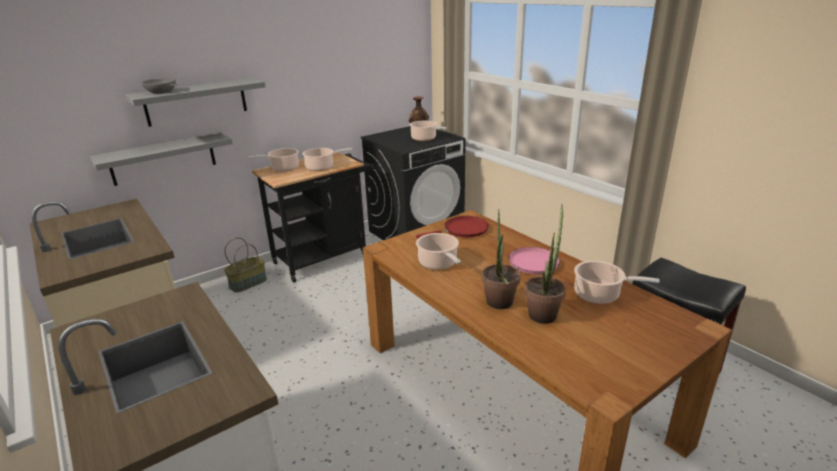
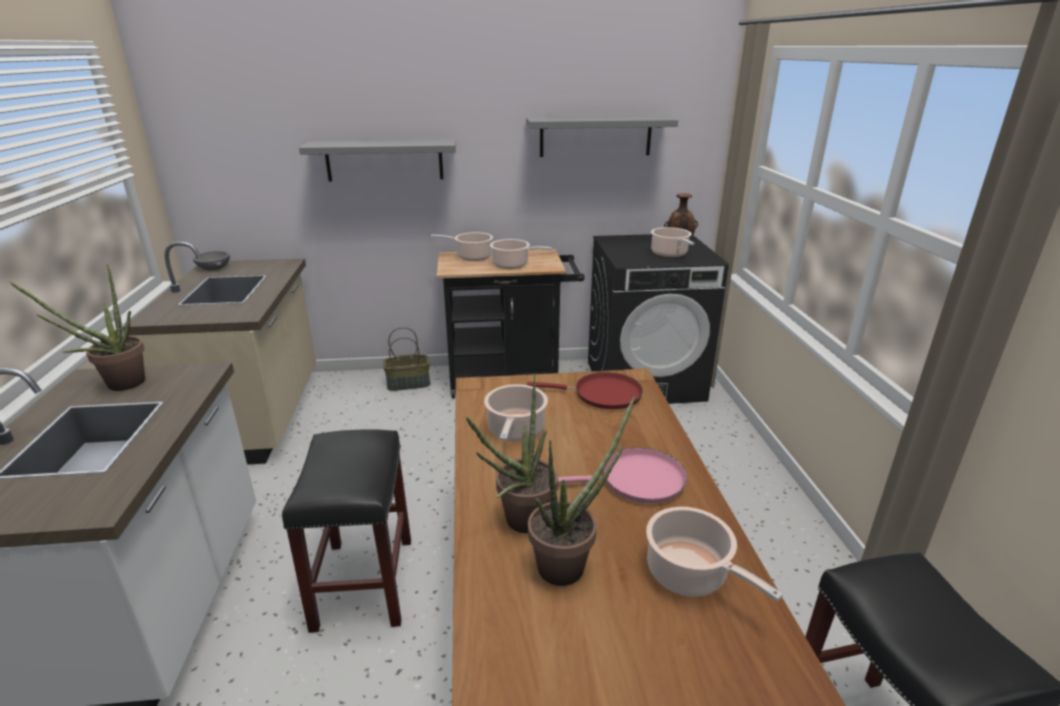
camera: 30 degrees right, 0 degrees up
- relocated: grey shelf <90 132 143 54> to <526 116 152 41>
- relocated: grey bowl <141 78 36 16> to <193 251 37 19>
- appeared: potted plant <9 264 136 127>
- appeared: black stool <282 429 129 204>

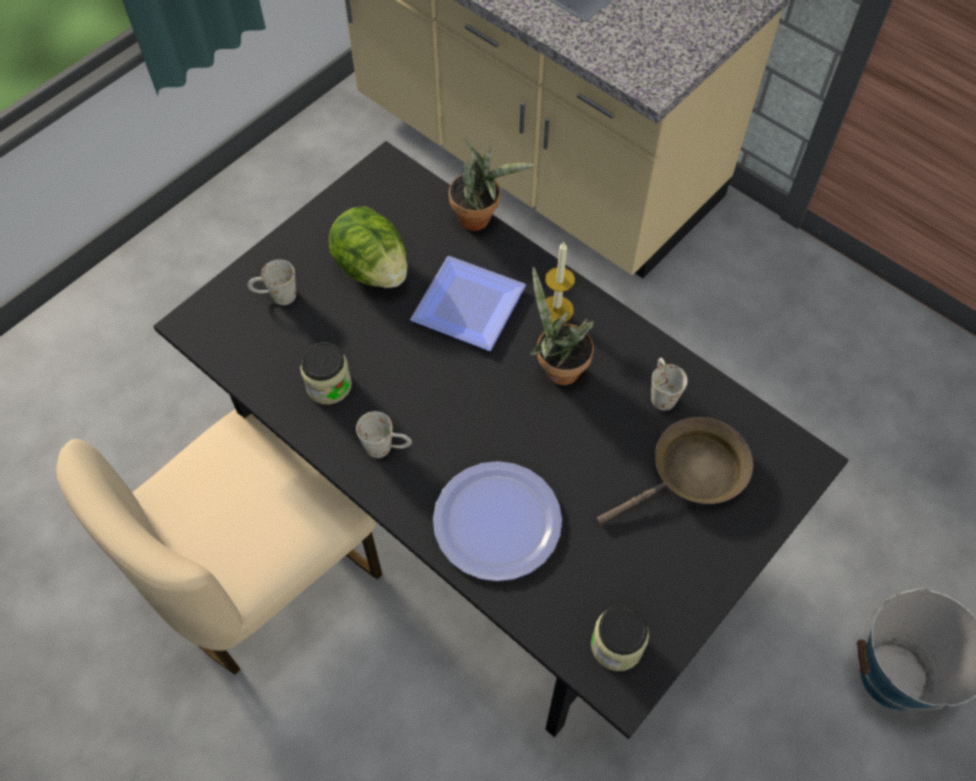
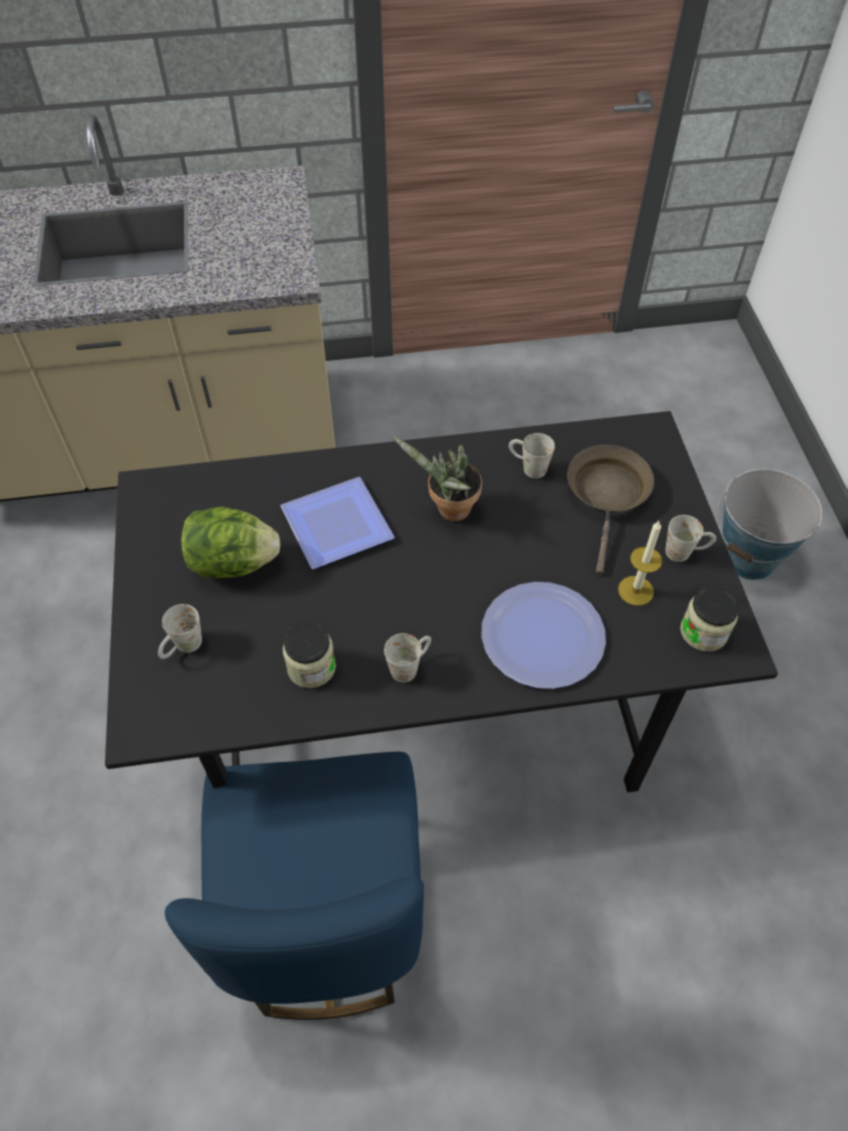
camera: 50 degrees left, 5 degrees down
- colour: beige chair <56 409 326 266> to blue chair <165 752 259 268>
- missing: potted plant <449 138 86 93>
- relocated: candle <545 242 30 81> to <618 521 44 85>
- appeared: white mug <665 515 51 47>

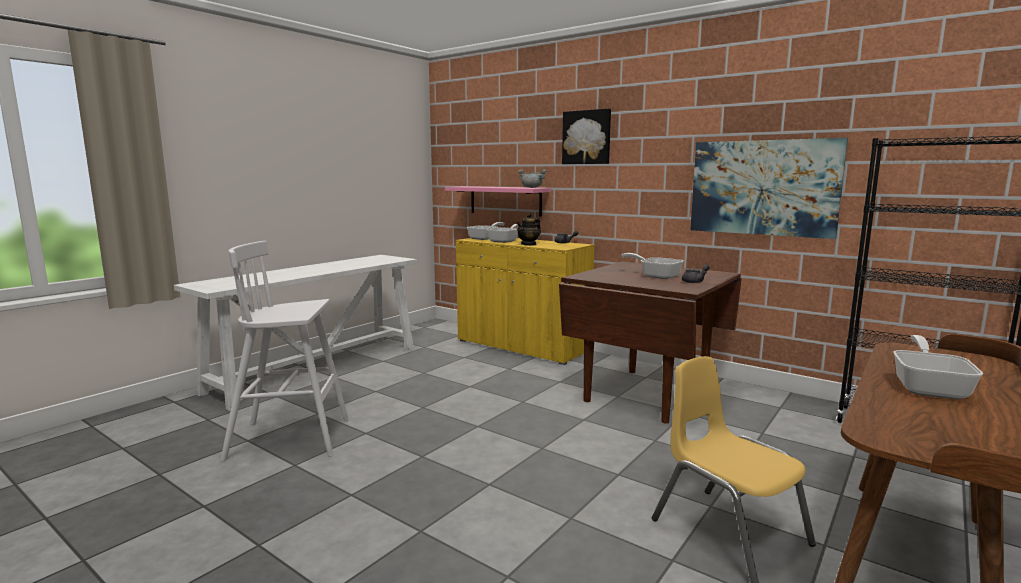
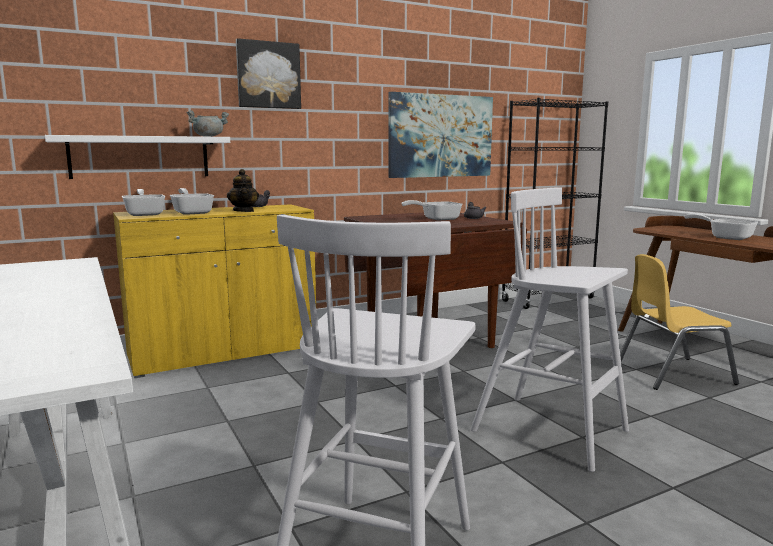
camera: 65 degrees left, 0 degrees up
- colour: pink shelf <445 186 106 30> to white shelf <45 135 185 44>
- appeared: white stool <470 187 159 285>

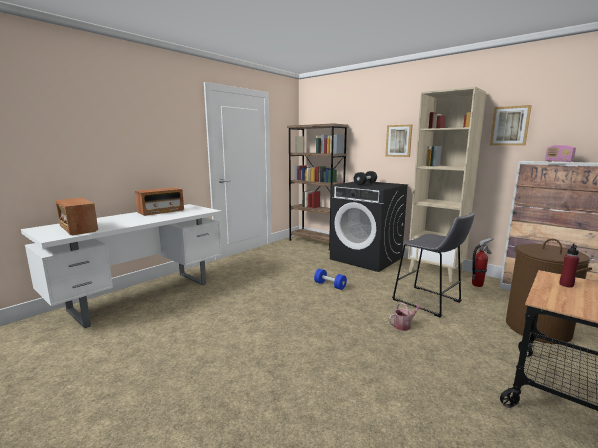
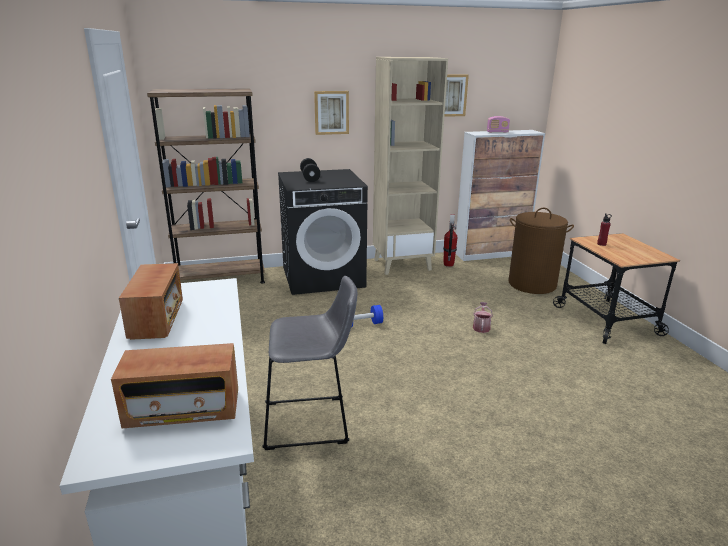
camera: 55 degrees left, 10 degrees up
- relocated: grey stool <392 212 83 105> to <262 276 96 174>

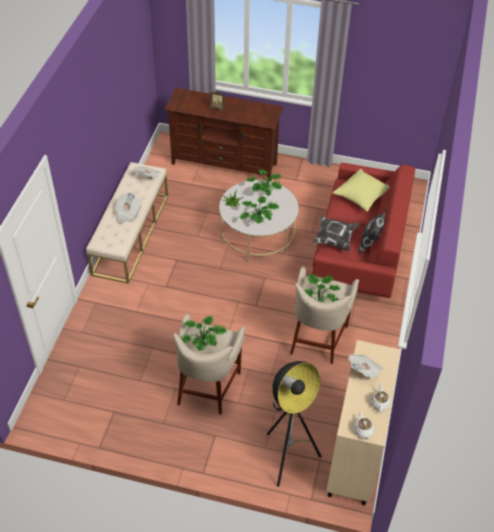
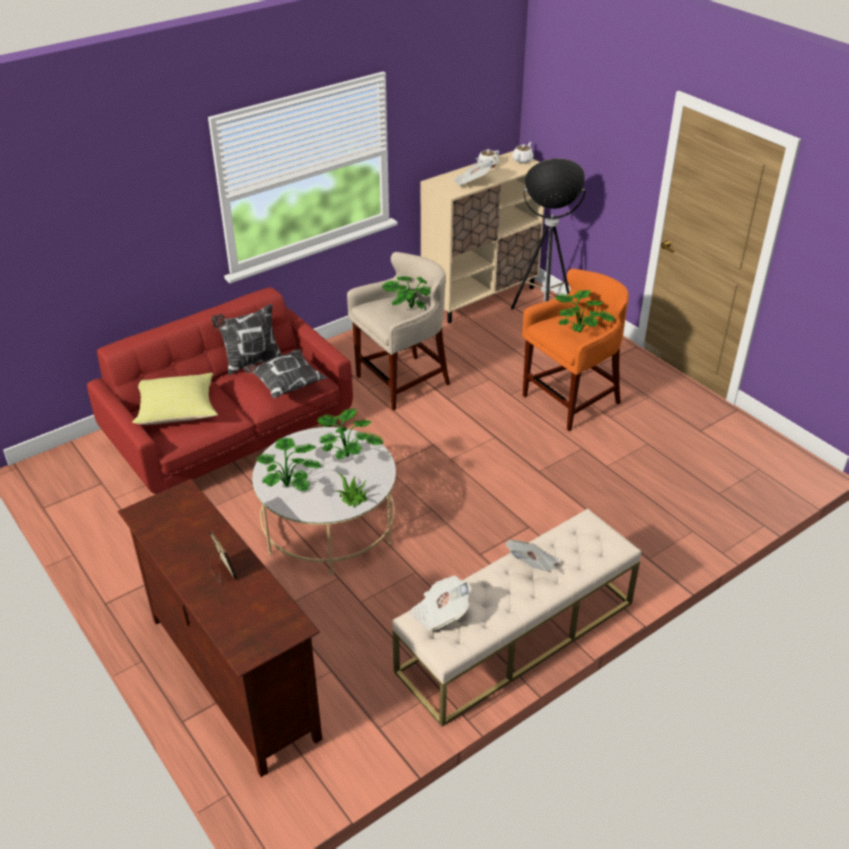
camera: 140 degrees left, 10 degrees down
- colour: beige stool <173 314 72 101> to orange stool <522 269 107 162>

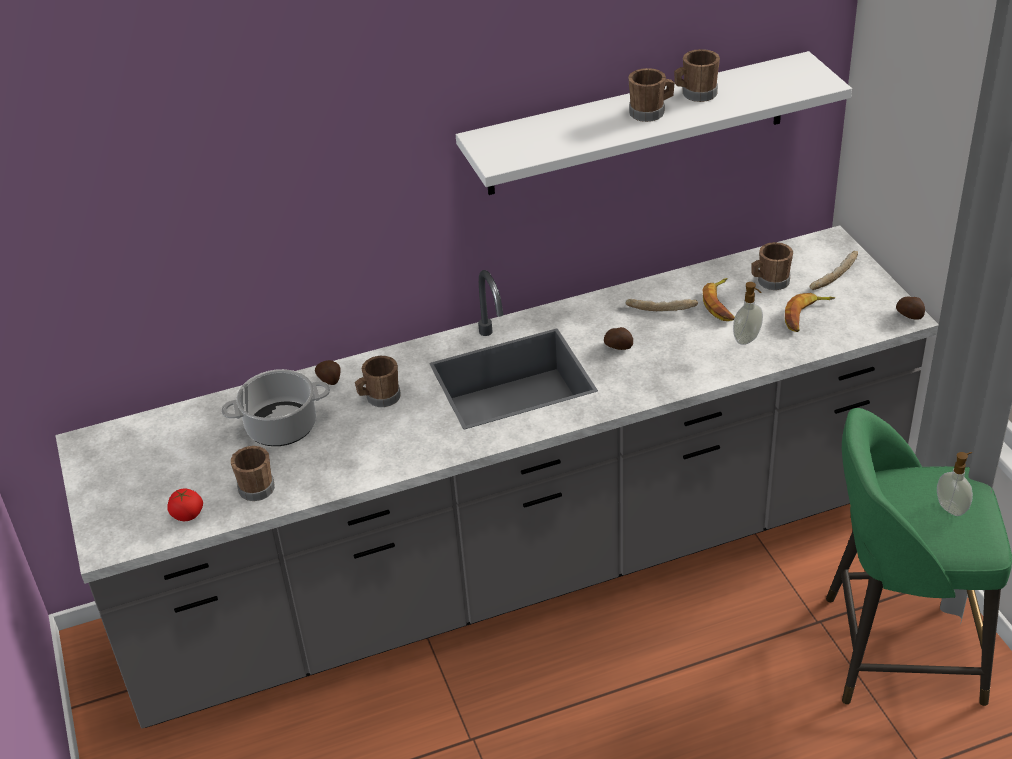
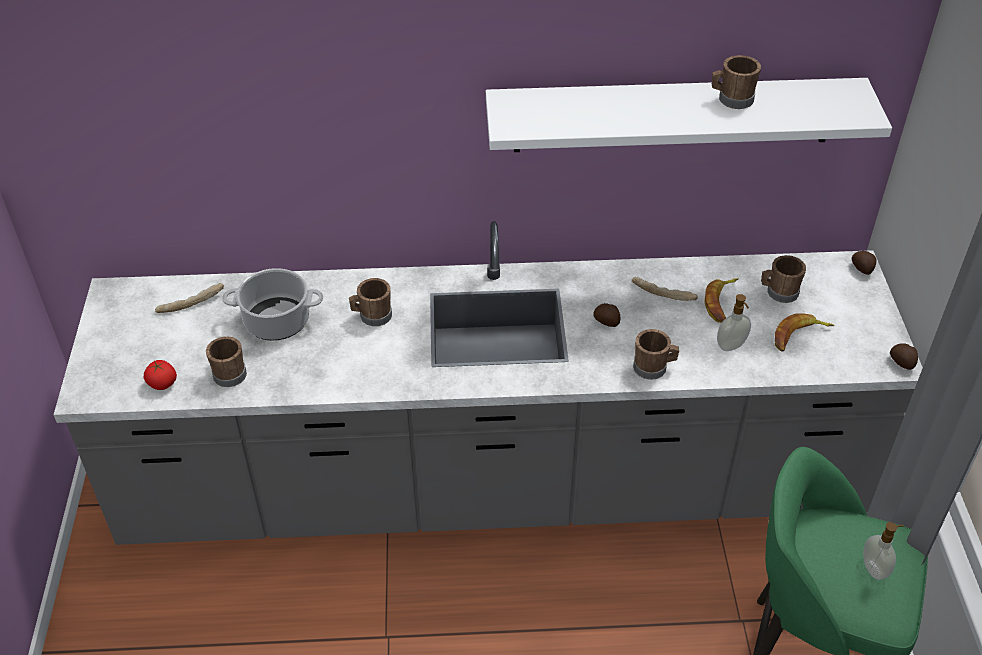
camera: 15 degrees right, 5 degrees up
- relocated: potato <315 360 26 25> to <852 251 25 24>
- relocated: brown mug <628 68 47 54> to <633 329 46 51>
- relocated: bread <809 251 49 39> to <155 283 69 30>

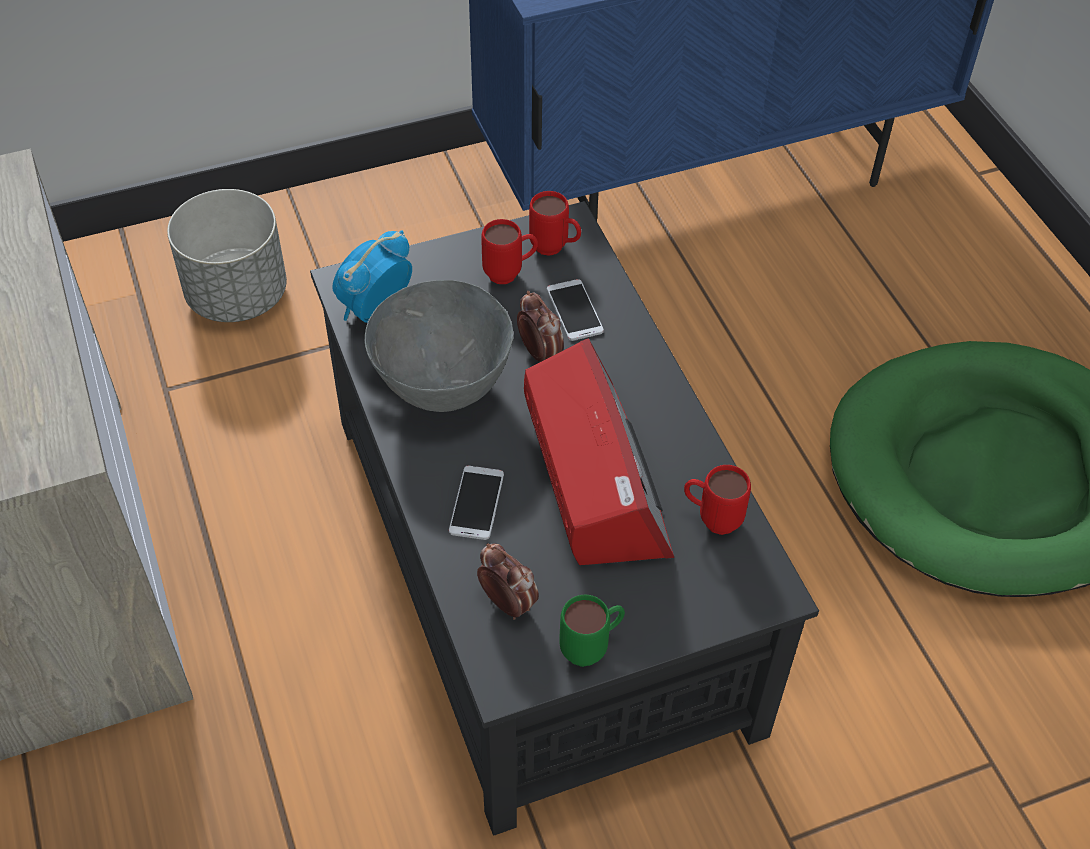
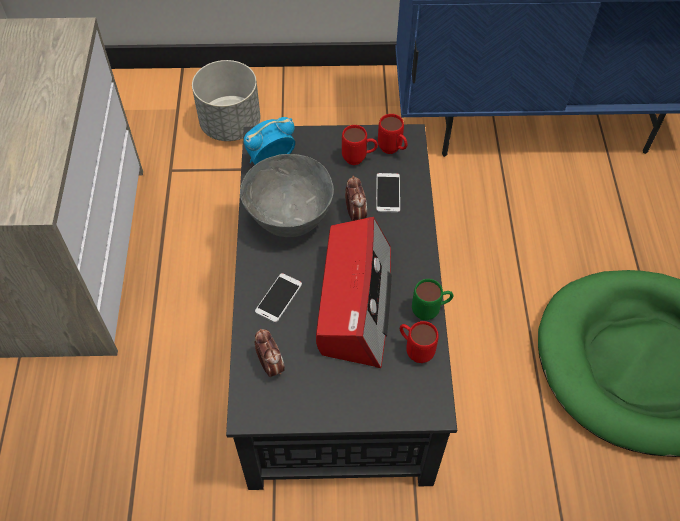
camera: 20 degrees right, 5 degrees up
- relocated: green mug <559 595 66 72> to <412 279 41 42>

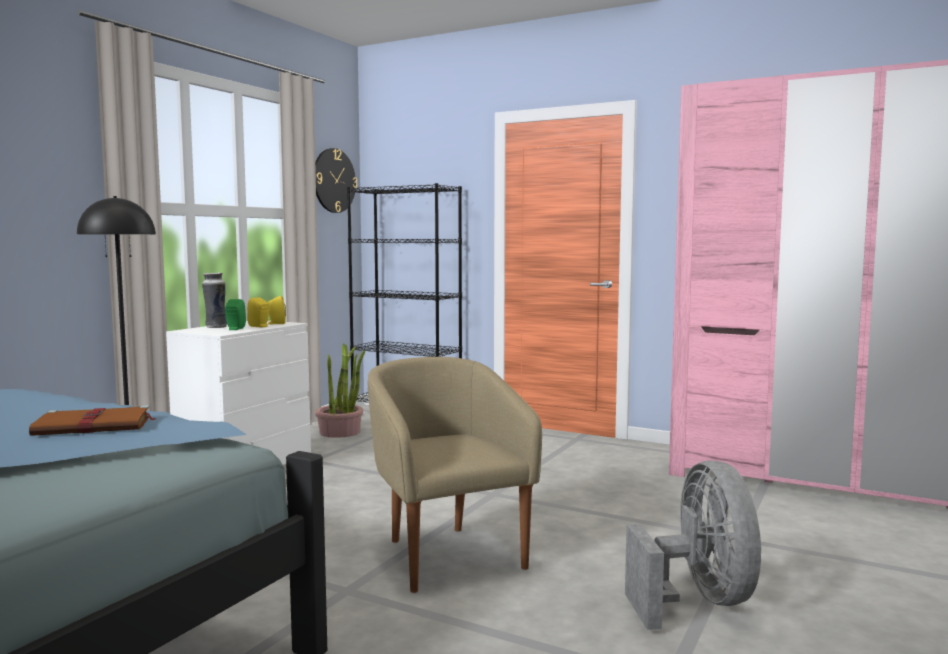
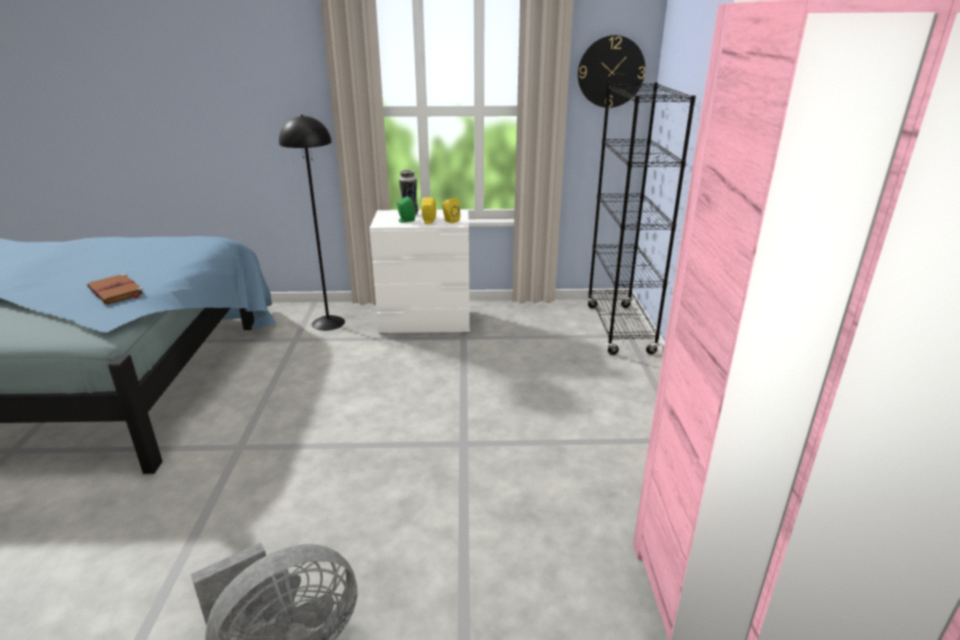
camera: 60 degrees right, 20 degrees up
- missing: potted plant <315 343 50 95>
- missing: beige armchair <368 357 174 236>

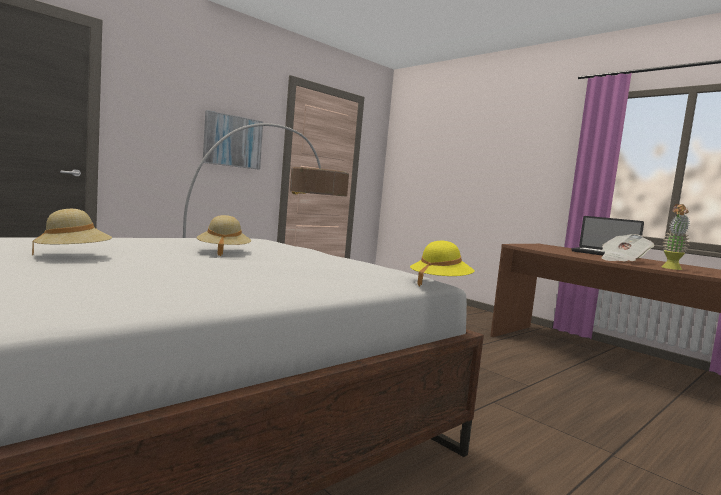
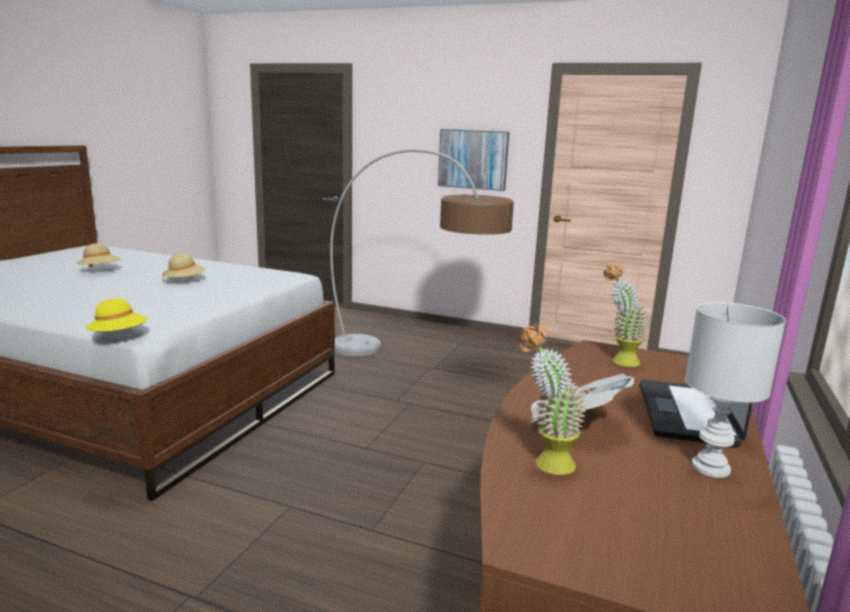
camera: 65 degrees right, 10 degrees up
- appeared: potted plant <604 264 44 103>
- appeared: white table lamp <685 302 101 176>

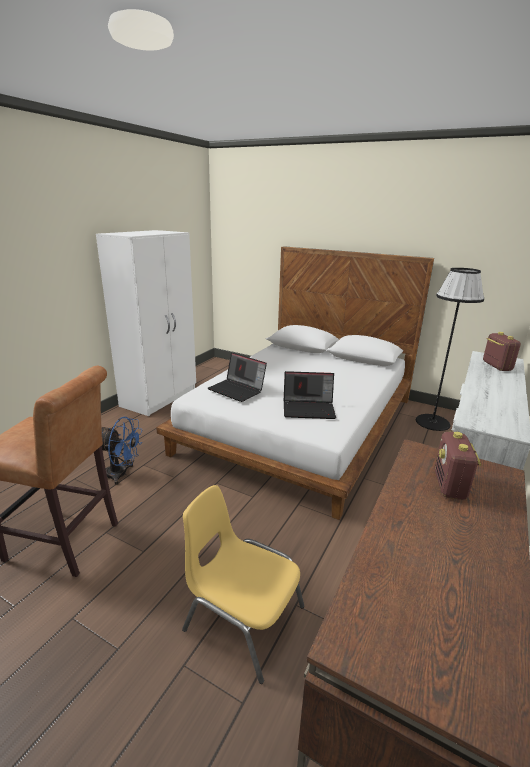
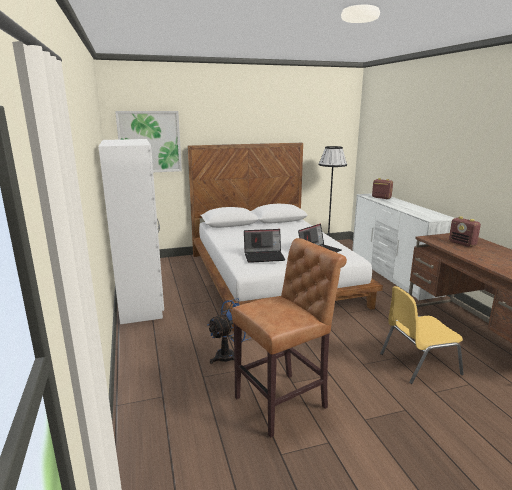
camera: 45 degrees left, 5 degrees down
- appeared: picture <115 111 67 61>

